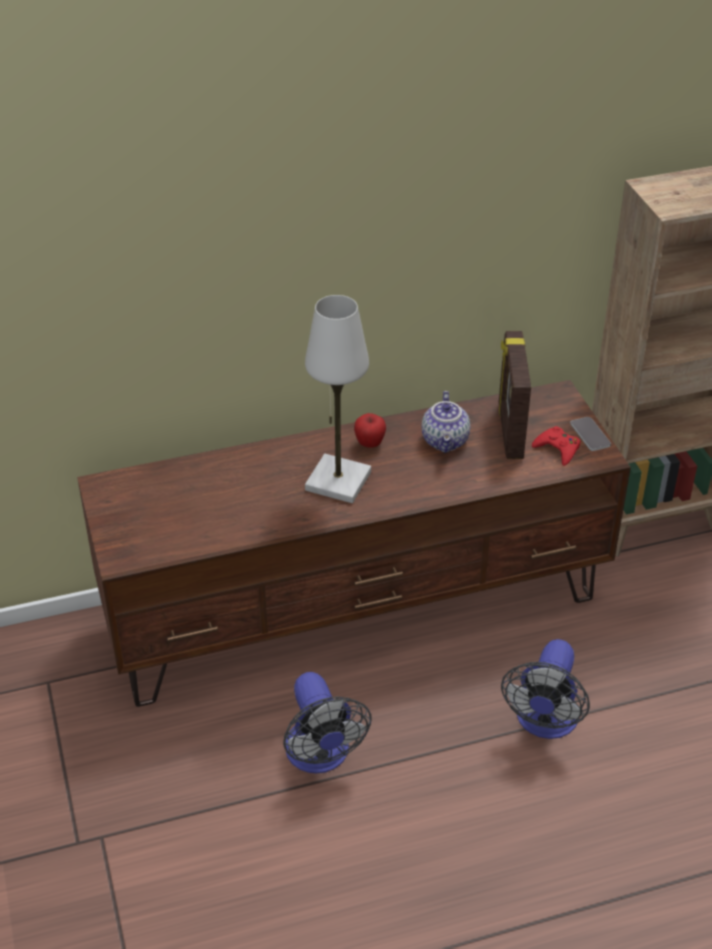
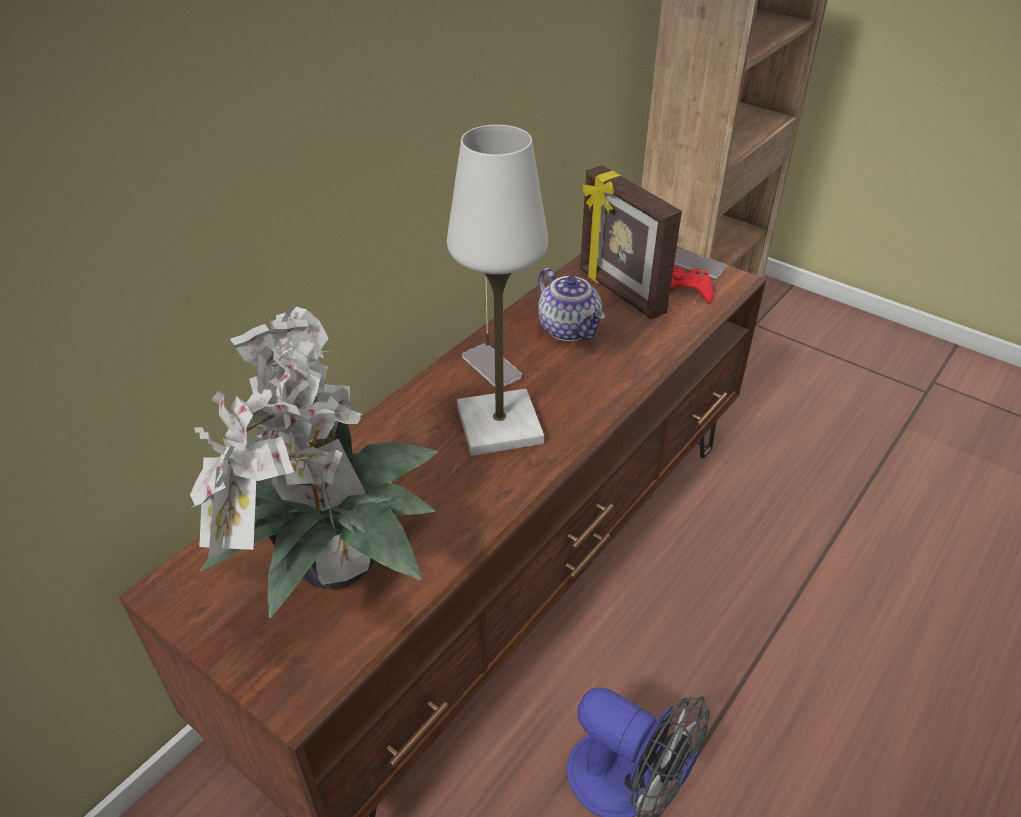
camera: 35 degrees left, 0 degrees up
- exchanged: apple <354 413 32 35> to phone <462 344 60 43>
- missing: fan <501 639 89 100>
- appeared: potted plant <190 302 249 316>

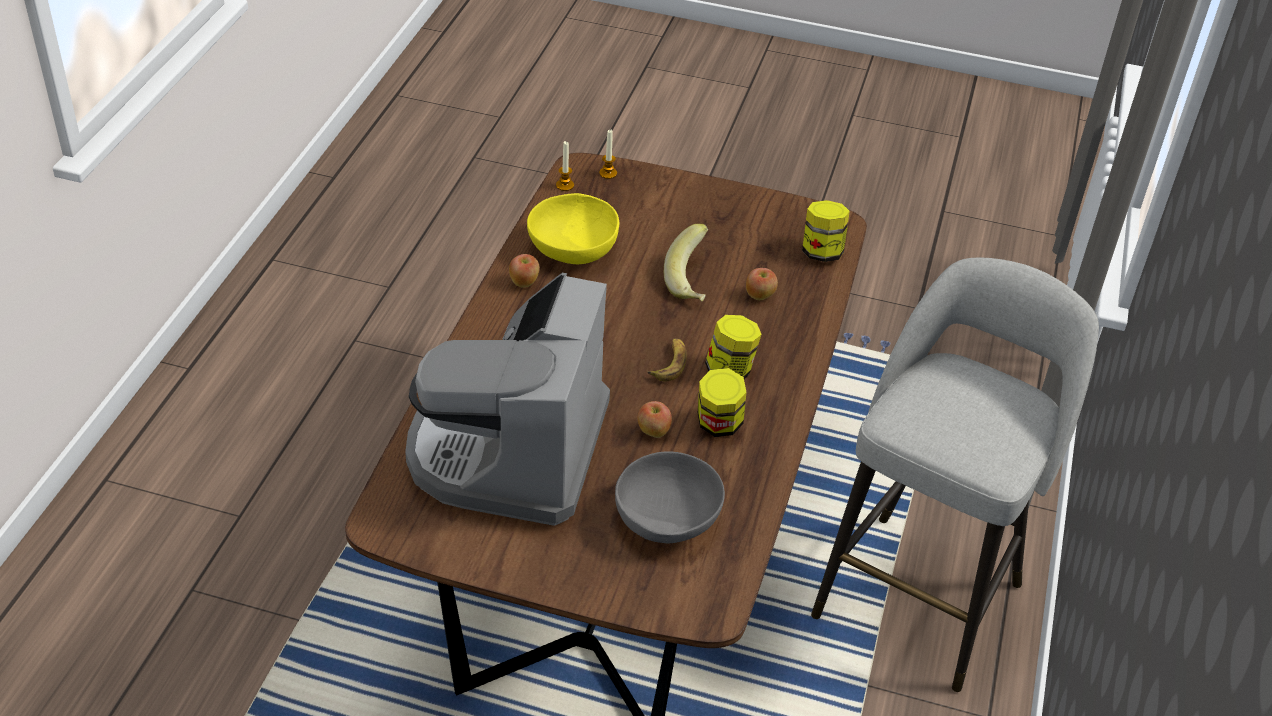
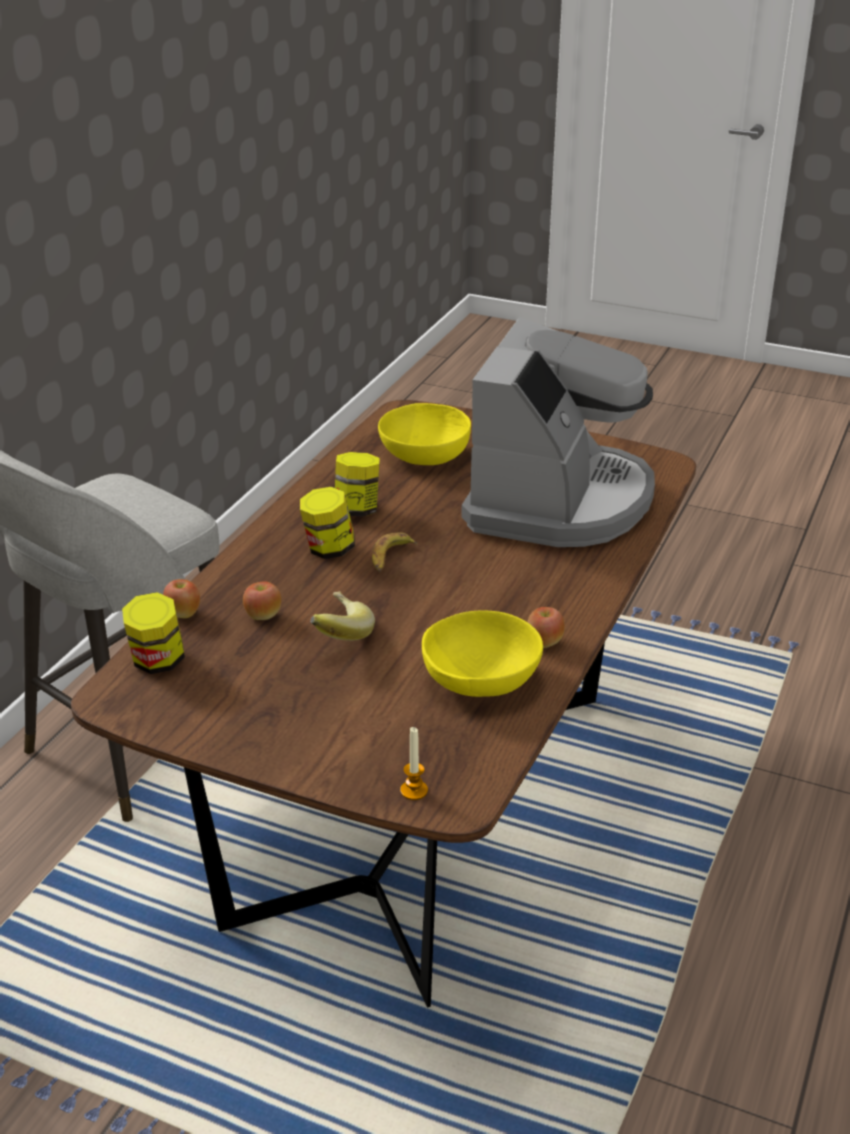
camera: 170 degrees left, 10 degrees down
- missing: candle <556 141 18 50>
- colour: grey bowl <615 451 110 93> to yellow bowl <378 403 93 62>
- relocated: apple <638 401 34 37> to <163 579 37 39>

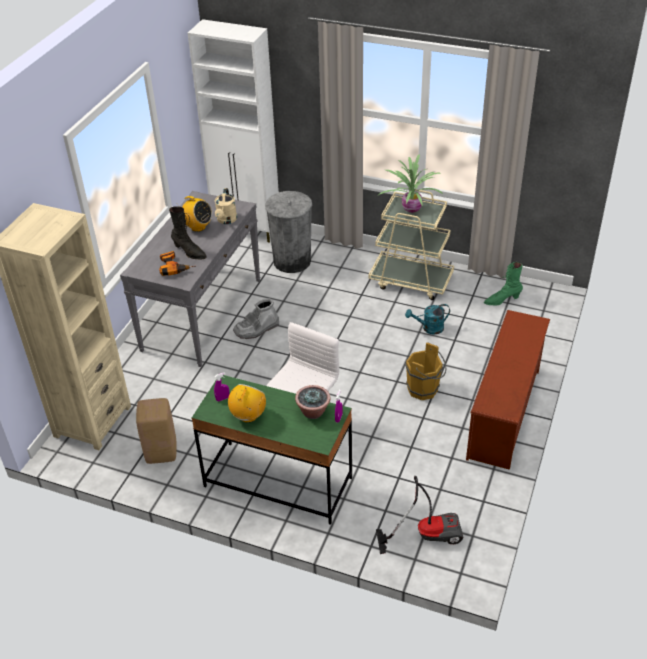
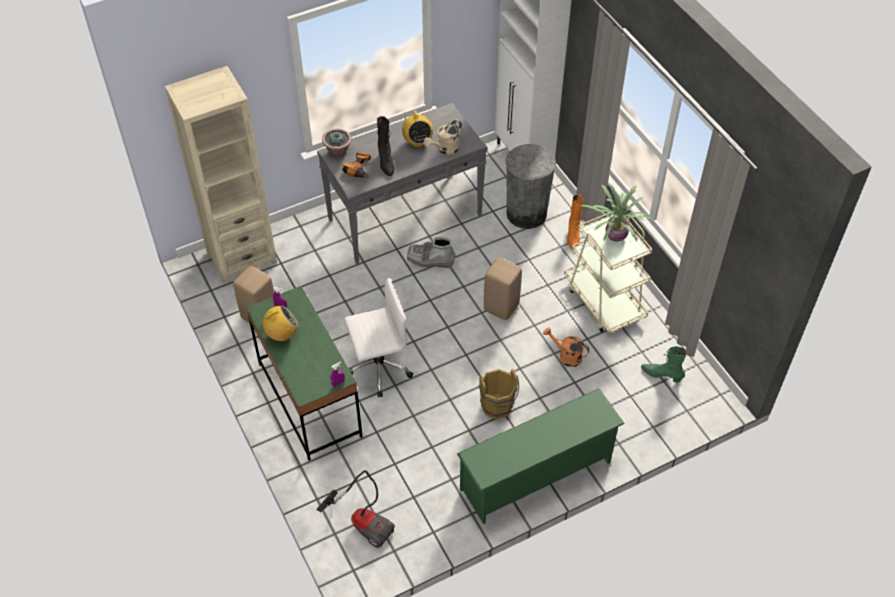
camera: 40 degrees right, 10 degrees up
- relocated: potted plant <295 385 35 34> to <322 129 29 28>
- colour: turquoise watering can <405 304 45 31> to orange watering can <543 327 46 40>
- colour: brown shoe rack <466 310 84 160> to green shoe rack <457 389 168 135>
- appeared: beige stool <484 258 38 62>
- appeared: orange boot <567 195 17 56>

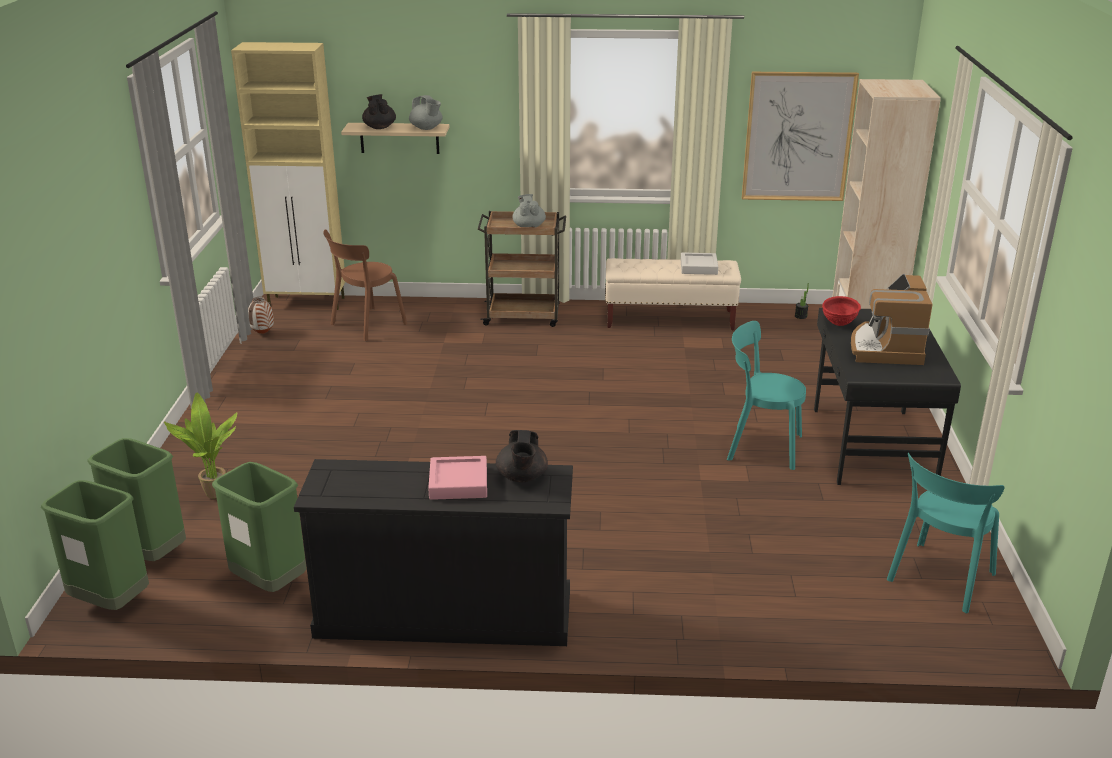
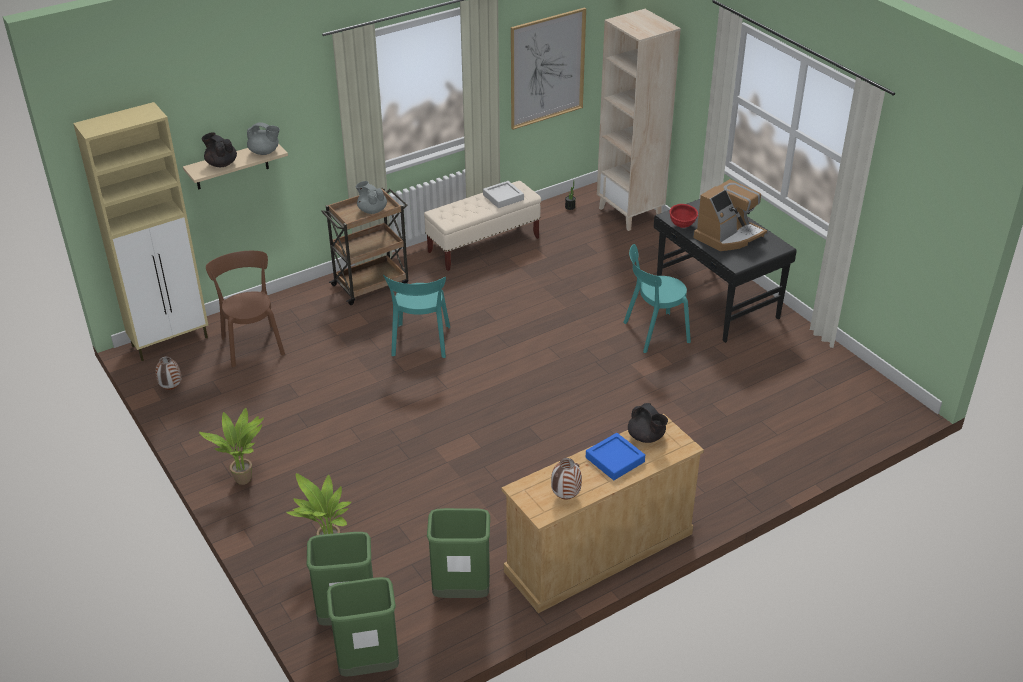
camera: 35 degrees left, 10 degrees up
- colour: black dresser <294 459 279 187> to beige dresser <502 414 202 199>
- spun: brown chair <323 229 84 112> = <206 251 79 116> 150 degrees clockwise
- colour: pink tray <428 456 59 44> to blue tray <586 433 59 47>
- spun: coffee machine <851 274 82 91> = <694 179 73 72> 105 degrees counterclockwise
- relocated: turquoise chair <887 453 118 160> to <383 275 67 83>
- appeared: potted plant <199 408 65 77>
- appeared: vase <551 458 31 41>

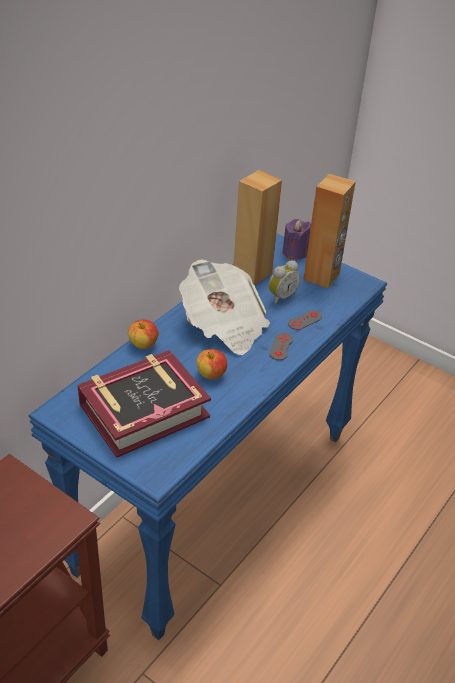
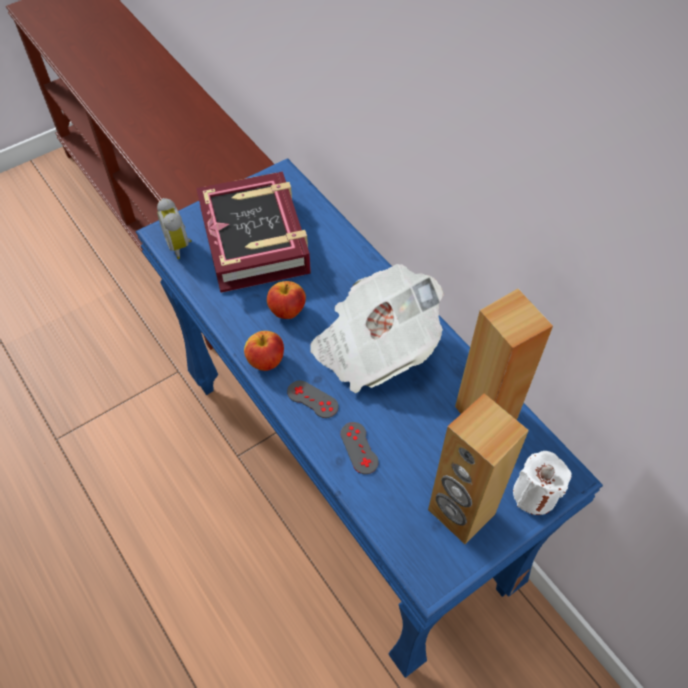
camera: 110 degrees right, 15 degrees up
- relocated: apple <128 320 30 29> to <244 331 40 40>
- relocated: alarm clock <269 260 31 44> to <157 198 35 61>
- colour: purple candle <282 219 29 41> to white candle <513 451 59 64>

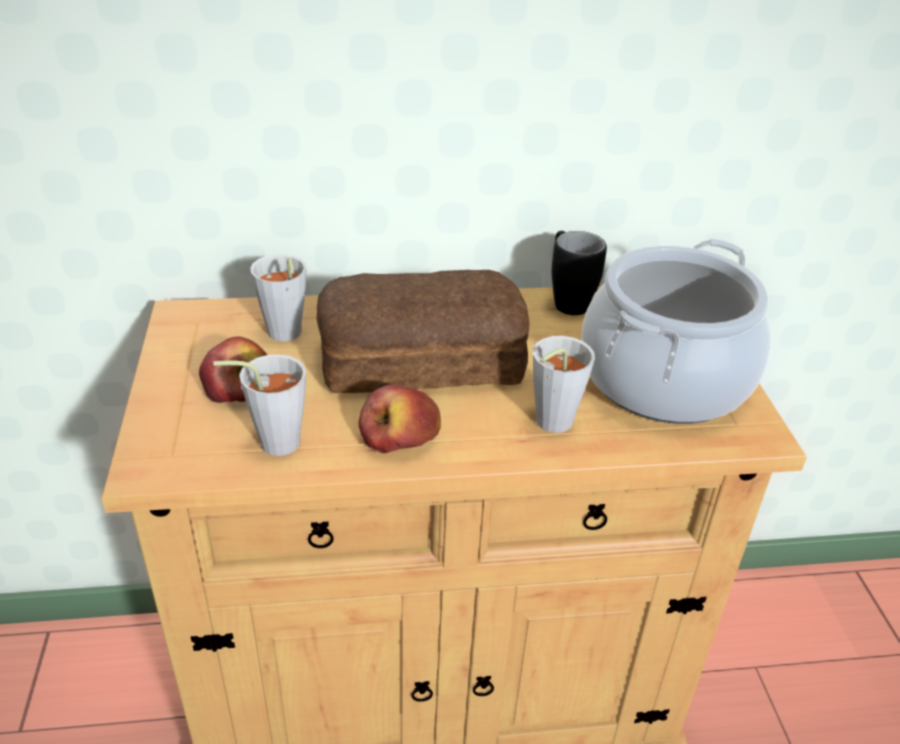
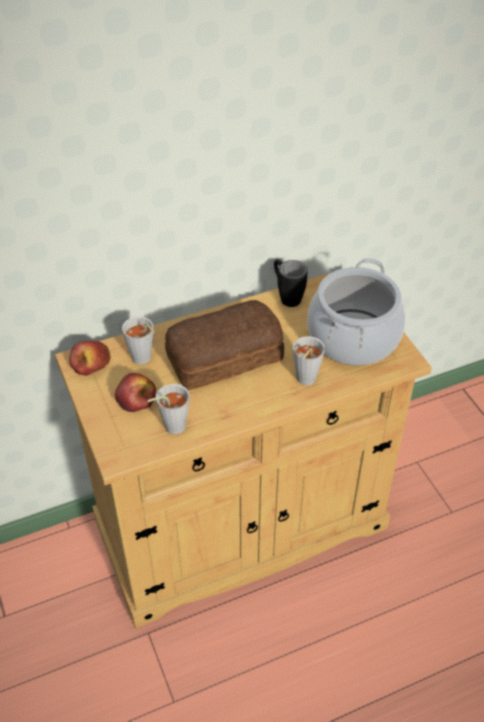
camera: 15 degrees left, 10 degrees up
- relocated: apple <358 385 83 68> to <69 341 42 35>

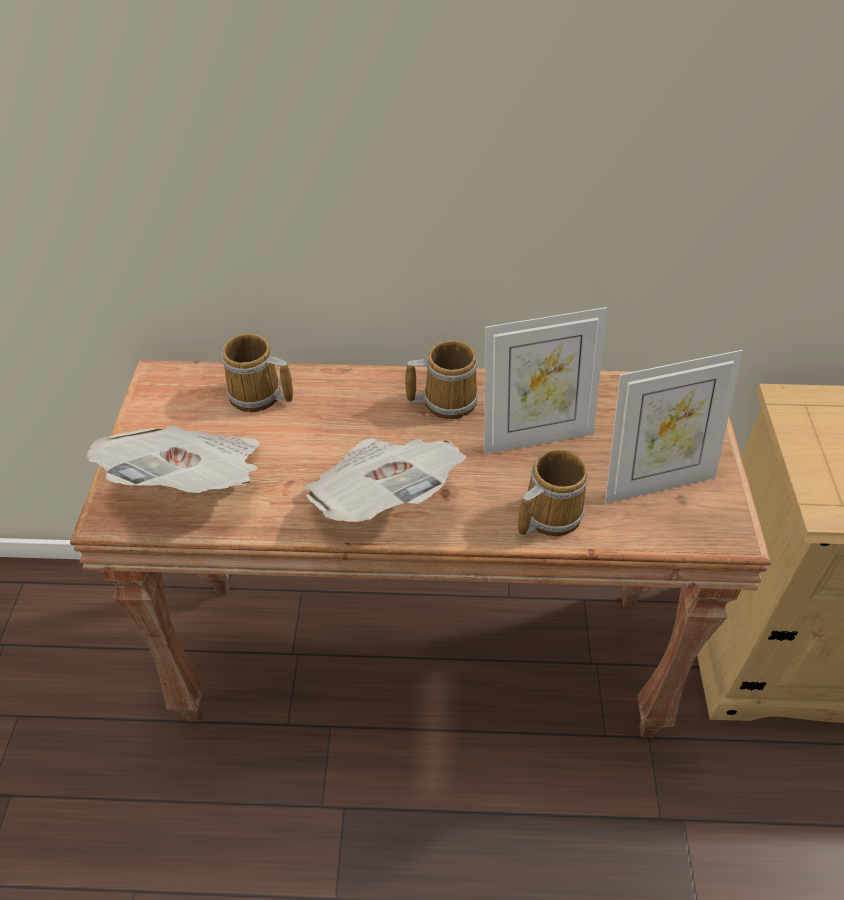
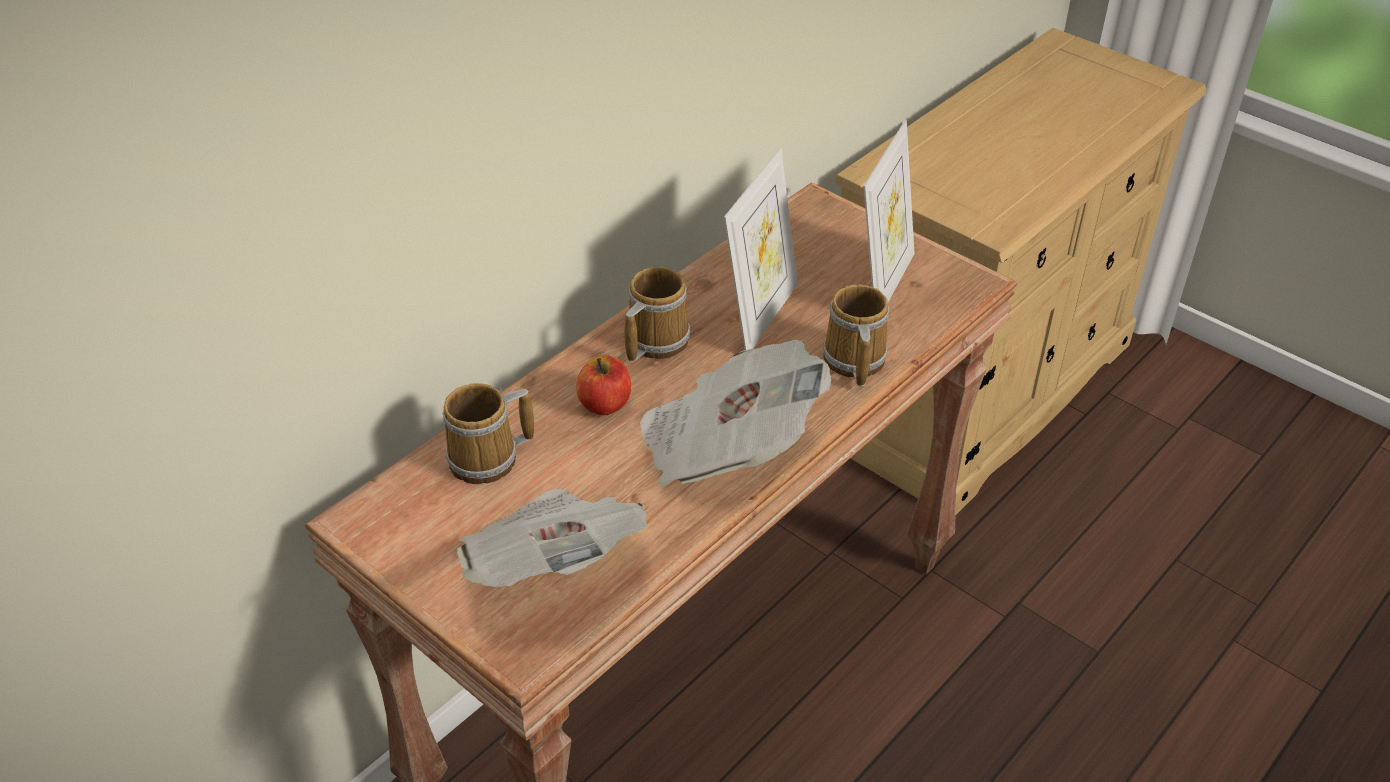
camera: 50 degrees left, 5 degrees down
- appeared: apple <576 356 55 59>

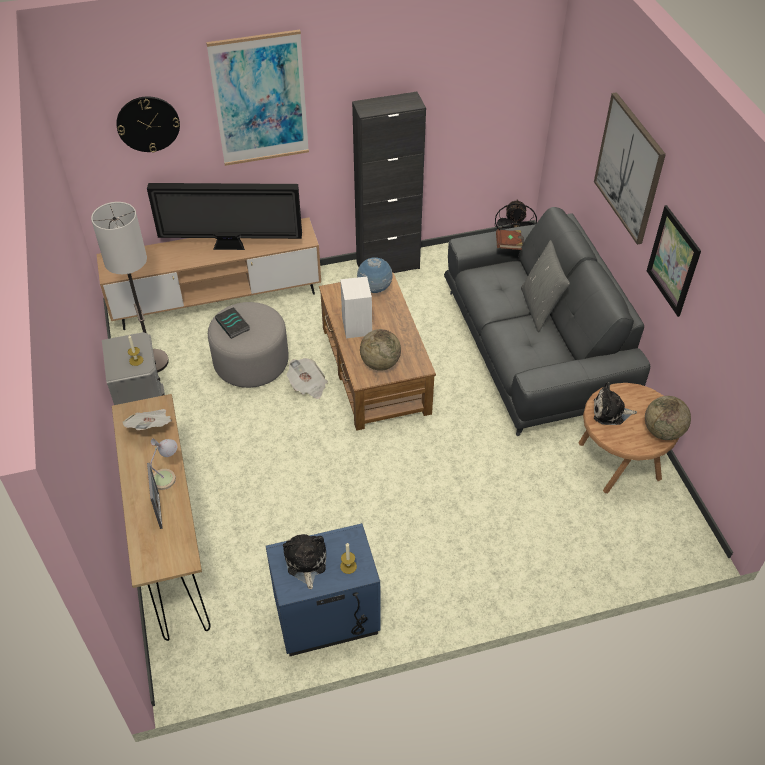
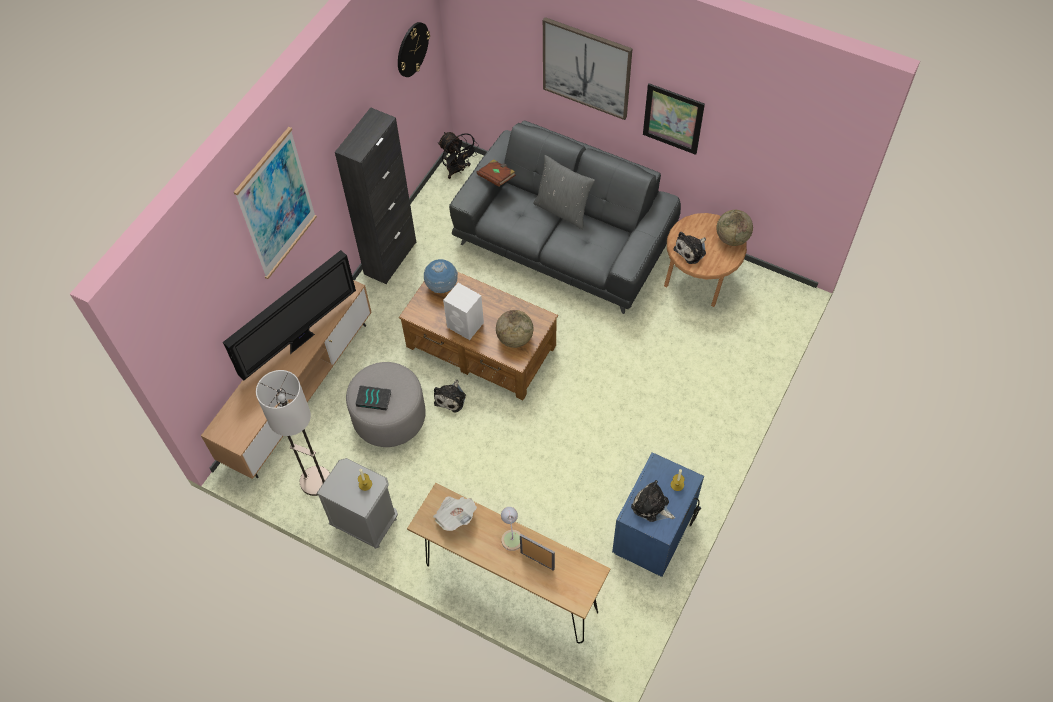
camera: 45 degrees left, 10 degrees up
- relocated: wall clock <116 97 64 56> to <398 22 32 55>
- exchanged: newspaper <287 358 41 41> to plush toy <434 379 32 34>

